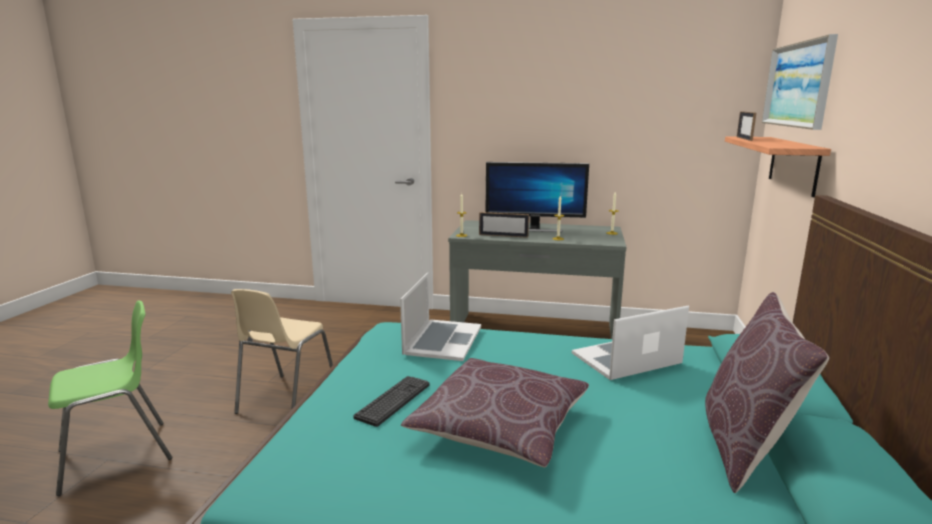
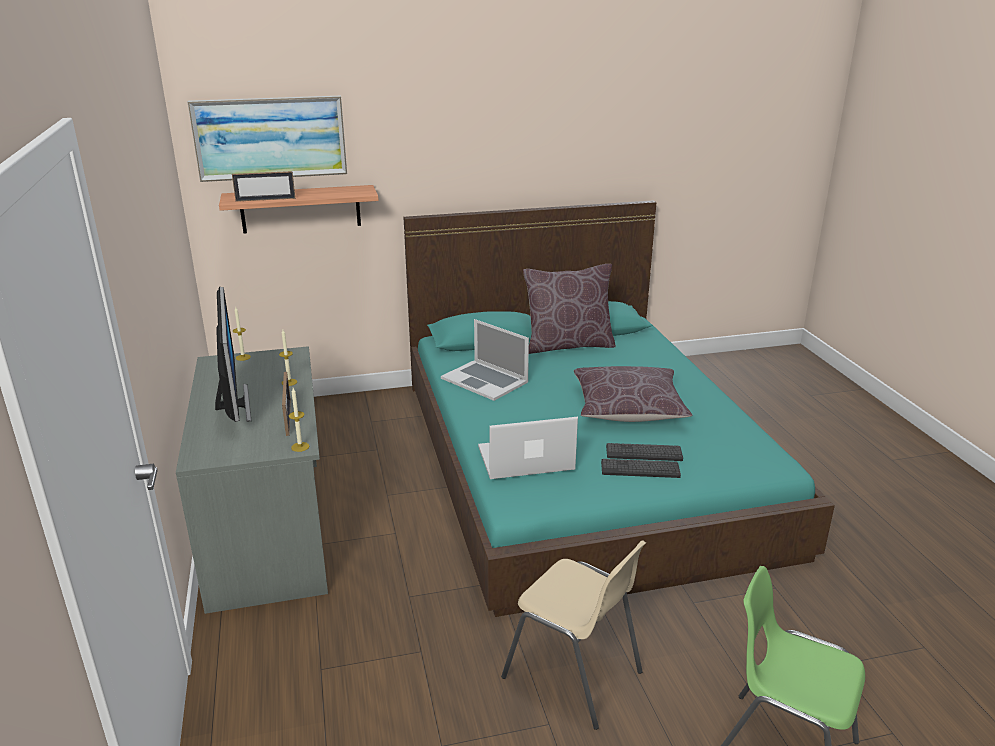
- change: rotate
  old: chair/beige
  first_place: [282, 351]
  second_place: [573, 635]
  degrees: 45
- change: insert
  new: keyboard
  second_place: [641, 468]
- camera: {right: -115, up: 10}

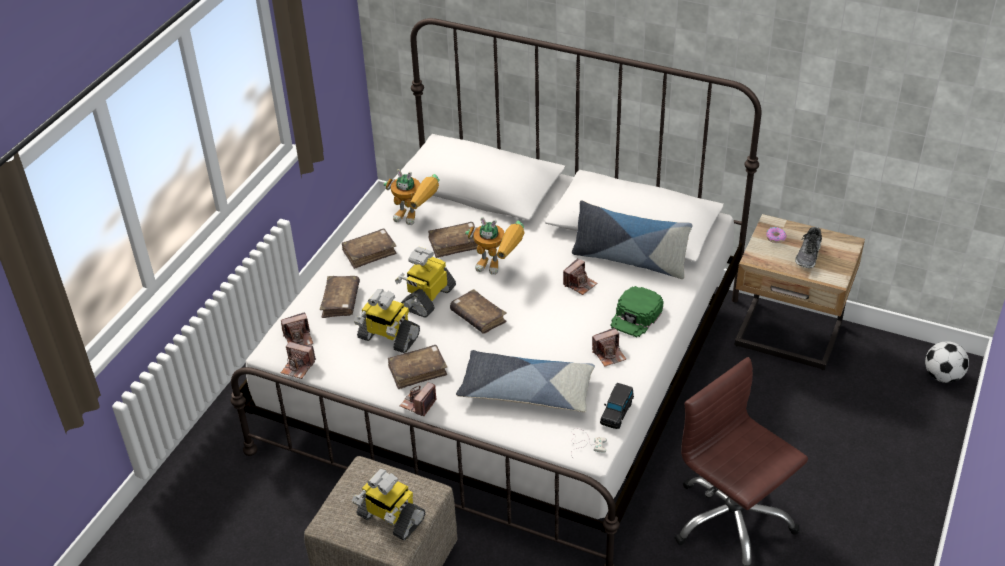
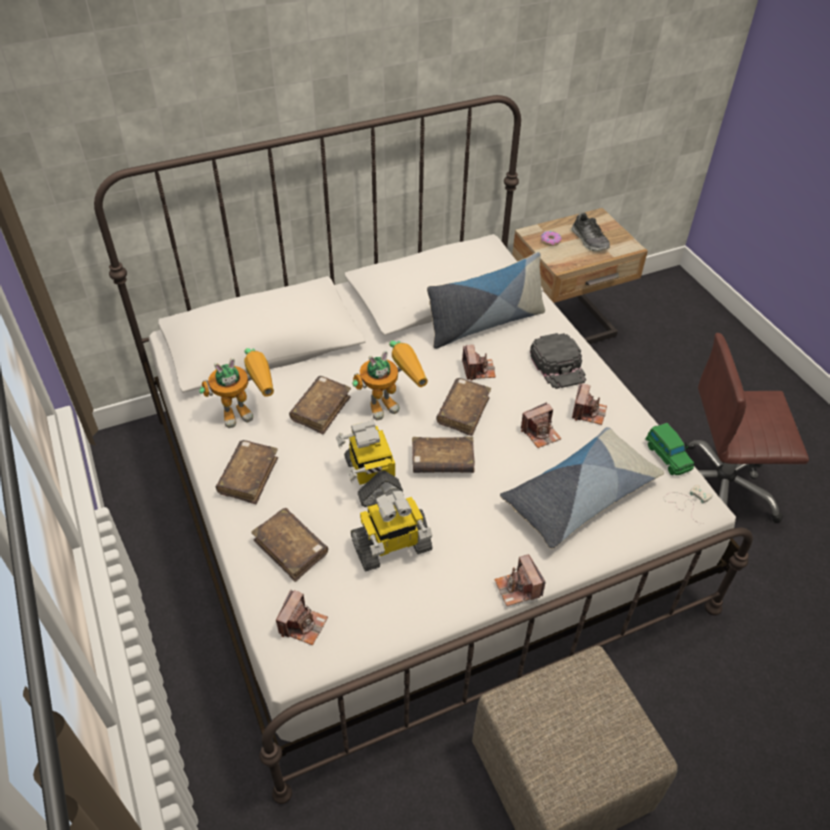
- change: recolor
  old: cap/green
  new: cap/black
  first_place: [637, 311]
  second_place: [558, 361]
- change: delete
  old: football
  first_place: [947, 362]
- change: move
  old: photo camera
  first_place: [298, 360]
  second_place: [541, 425]
- change: move
  old: book/brown
  first_place: [417, 367]
  second_place: [463, 407]
- change: recolor
  old: toy car/black
  new: toy car/green
  first_place: [617, 406]
  second_place: [670, 449]
- change: delete
  old: toy robot
  first_place: [389, 504]
- camera: {right: -50, up: 5}

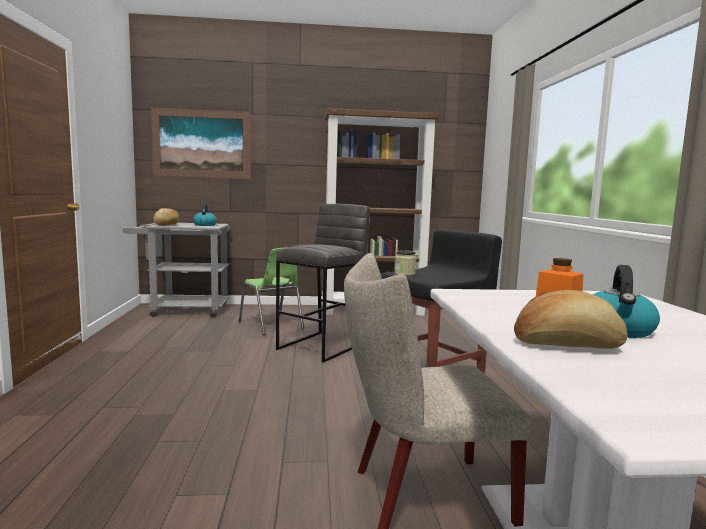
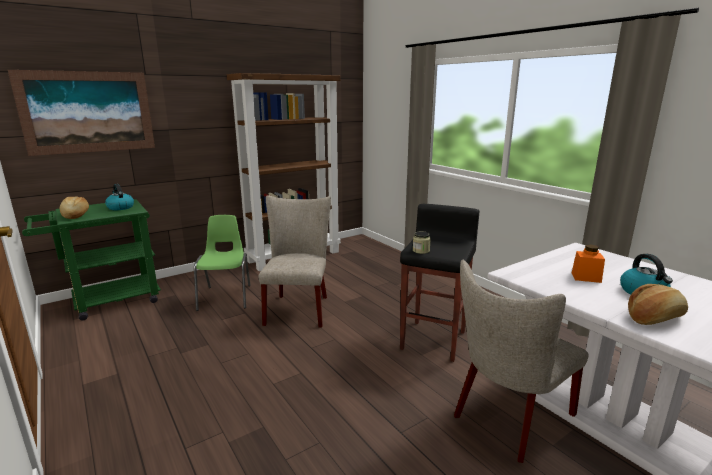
- change: replace
  old: stool/grey
  new: chair/beige
  first_place: [323, 283]
  second_place: [295, 261]
- change: recolor
  old: cart/grey
  new: cart/green
  first_place: [176, 270]
  second_place: [91, 260]
- change: rotate
  old: chair/green
  first_place: [271, 291]
  second_place: [222, 263]
  degrees: -120
- camera: {right: -30, up: 10}

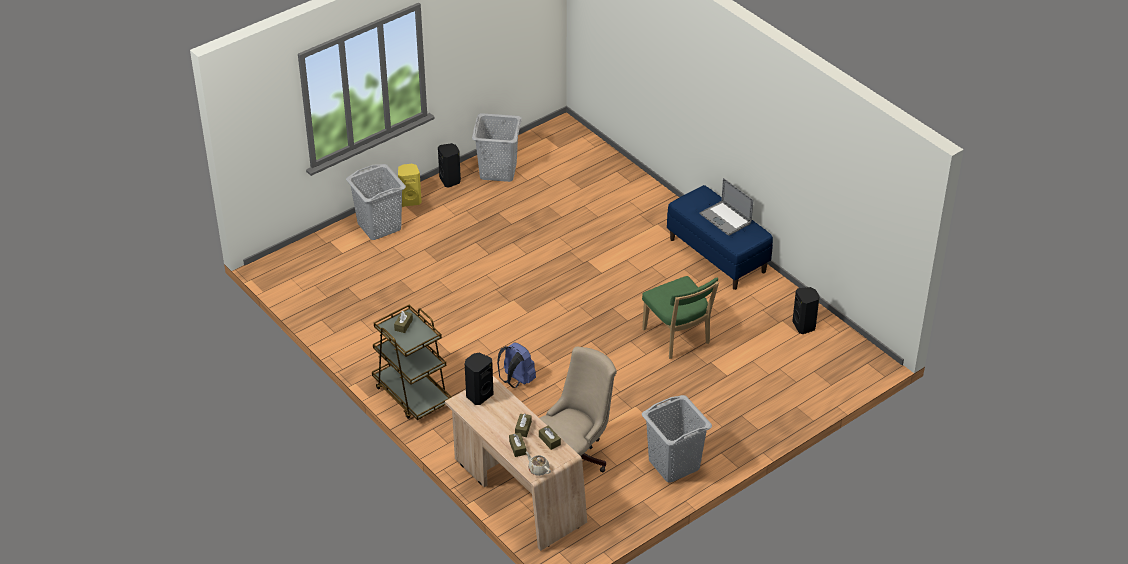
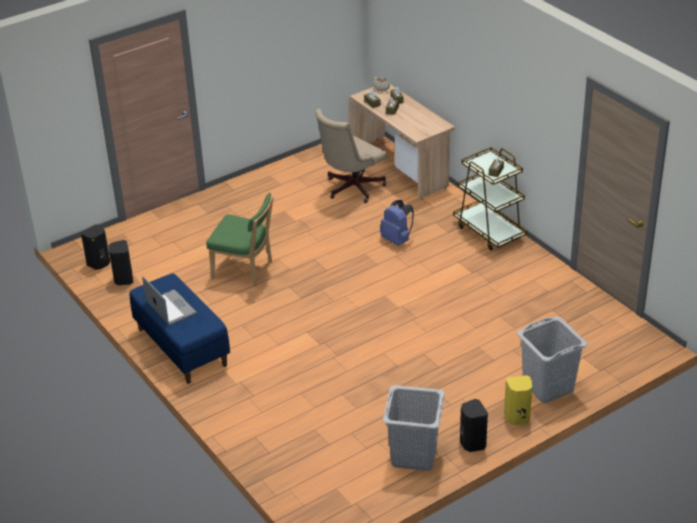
- change: rotate
  old: chair/green
  first_place: [680, 317]
  second_place: [240, 240]
  degrees: 135
- change: move
  old: speaker/black
  first_place: [479, 379]
  second_place: [95, 247]
- change: delete
  old: laundry basket/grey
  first_place: [677, 439]
- camera: {right: -175, up: -5}

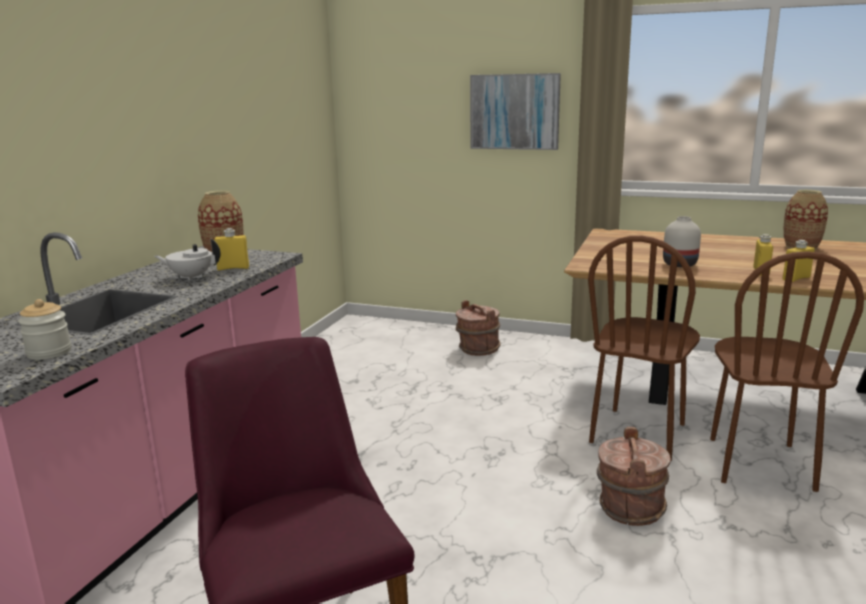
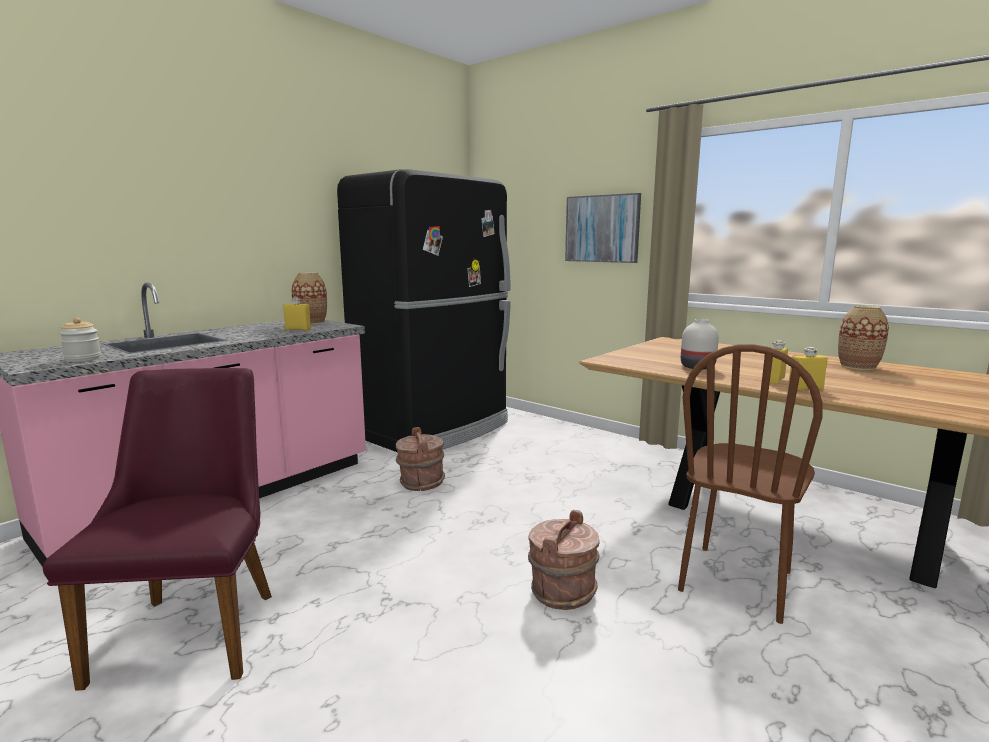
- change: delete
  old: chair/brown
  first_place: [644, 348]
- change: delete
  old: teapot/white
  first_place: [187, 260]
- change: move
  old: bucket/brown
  first_place: [478, 328]
  second_place: [420, 459]
- change: insert
  new: fridge/black
  second_place: [424, 310]
- camera: {right: 20, up: -5}

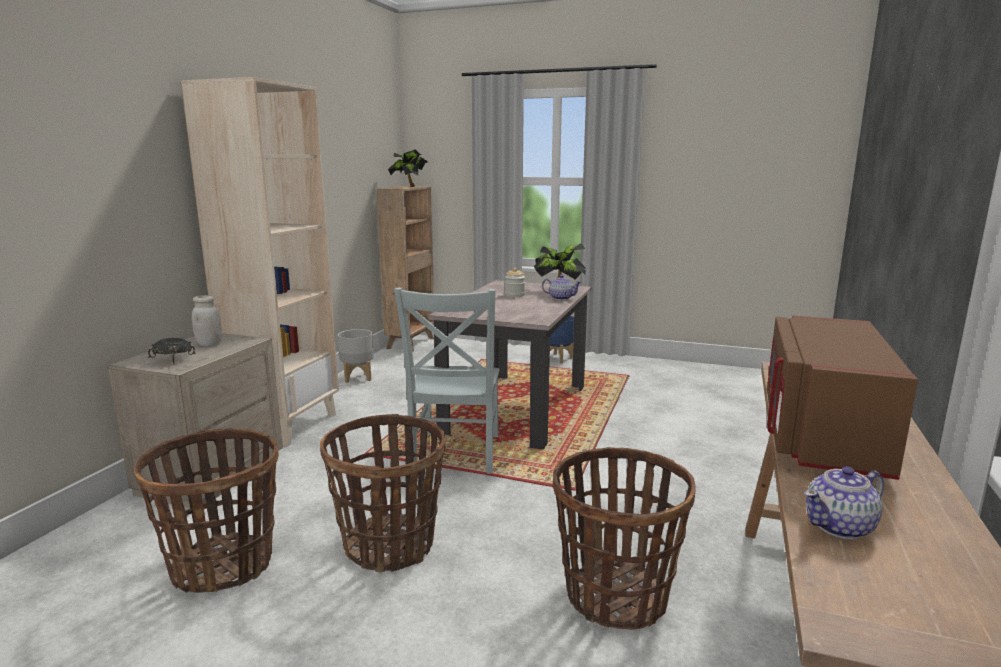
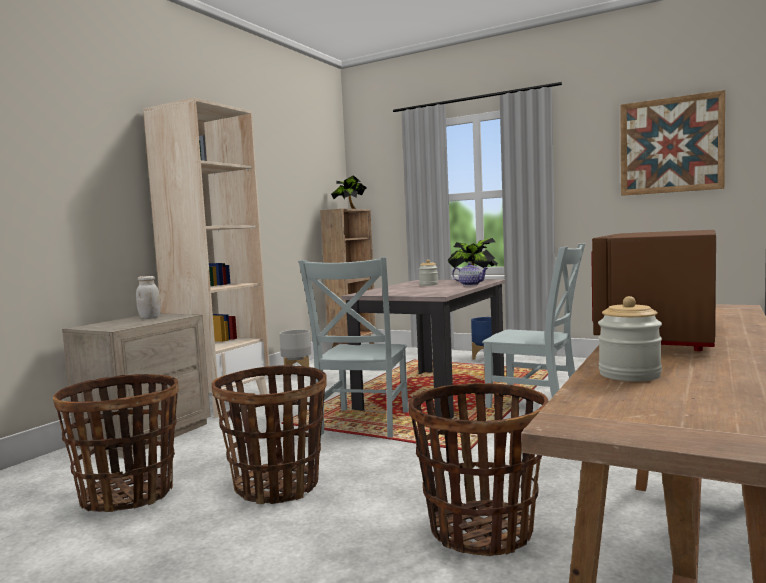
- change: delete
  old: bowl/black
  first_place: [171, 351]
- change: replace
  old: teapot
  new: jar
  first_place: [844, 503]
  second_place: [630, 338]
- change: insert
  new: picture
  second_place: [672, 143]
- change: insert
  new: chair/grey
  second_place: [533, 326]
- camera: {right: 10, up: -10}

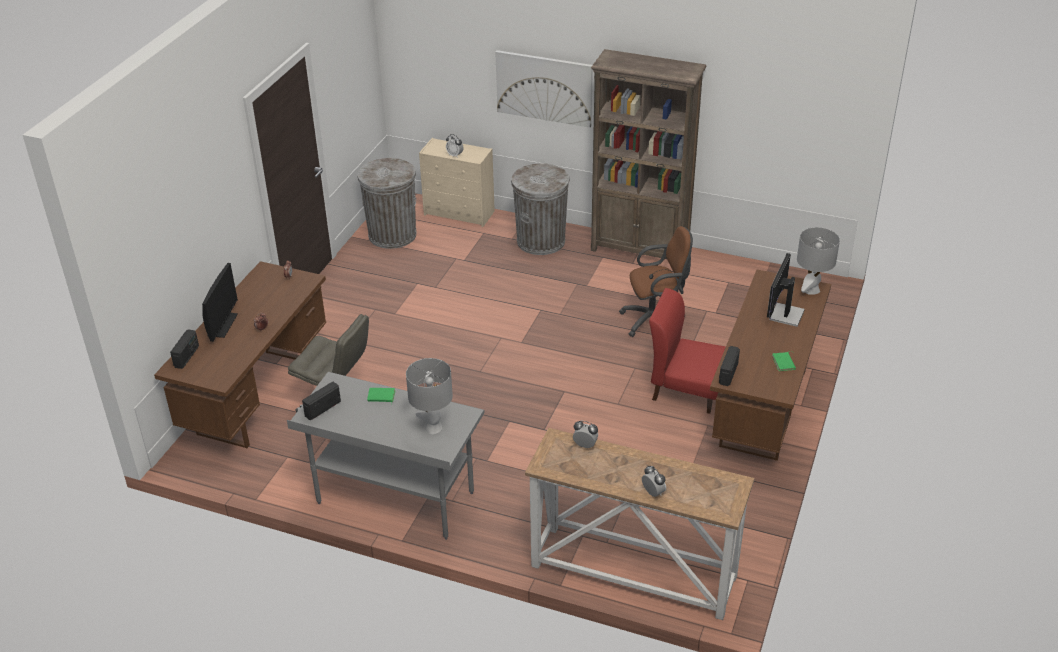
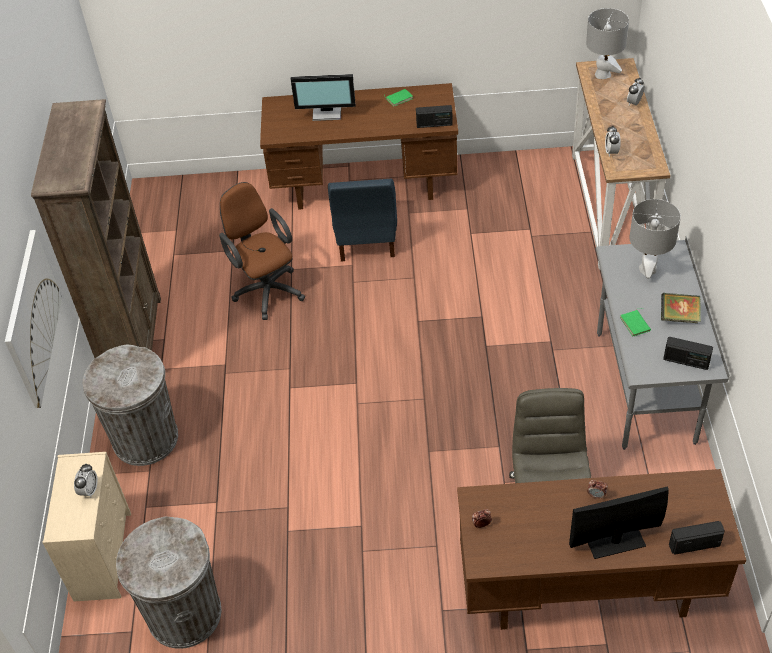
- change: move
  old: table lamp/grey
  first_place: [818, 261]
  second_place: [607, 43]
- change: recolor
  old: chair/red
  new: chair/blue
  first_place: [687, 351]
  second_place: [362, 220]
- change: insert
  new: book
  second_place: [681, 308]
- camera: {right: -110, up: 10}

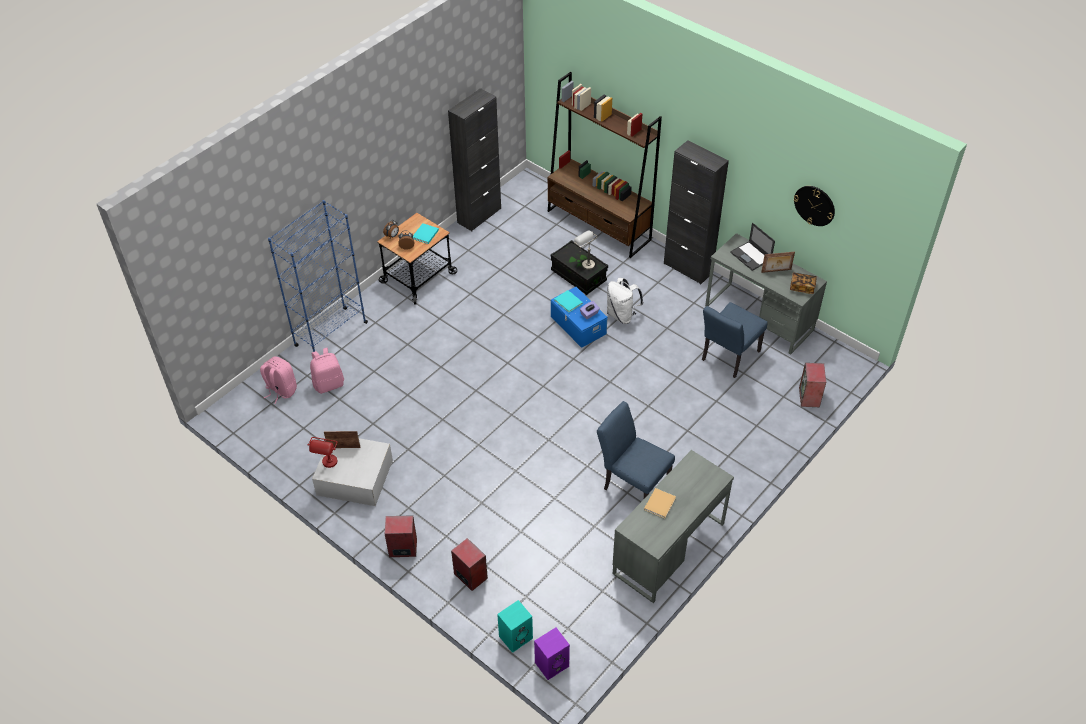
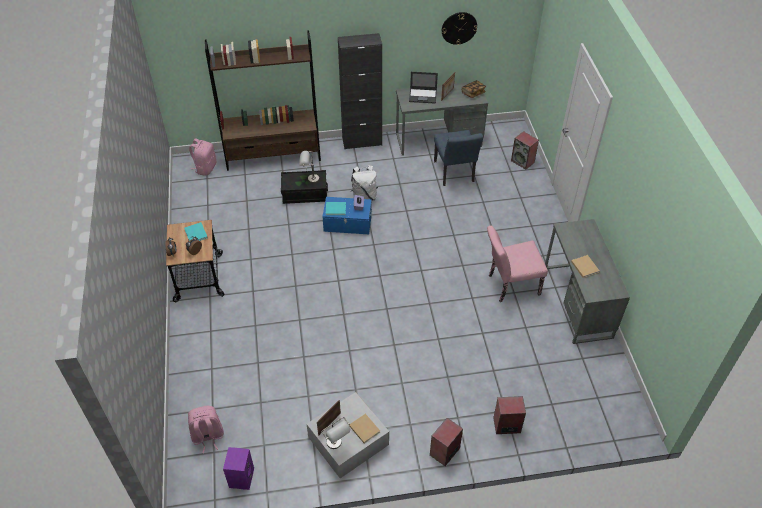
- change: delete
  old: cabinet/black
  first_place: [474, 159]
- change: delete
  old: bookcase/blue
  first_place: [318, 276]
- change: move
  old: backpack/pink
  first_place: [327, 371]
  second_place: [203, 157]
- change: recolor
  old: chair/blue
  new: chair/pink
  first_place: [636, 450]
  second_place: [517, 264]
- change: recolor
  old: table lamp/red
  new: table lamp/grey
  first_place: [323, 452]
  second_place: [335, 433]
- change: delete
  old: speaker/turquoise
  first_place: [515, 626]
- change: move
  old: speaker/purple
  first_place: [552, 653]
  second_place: [238, 468]
- change: insert
  new: book/beige
  second_place: [364, 429]
- camera: {right: -50, up: 0}

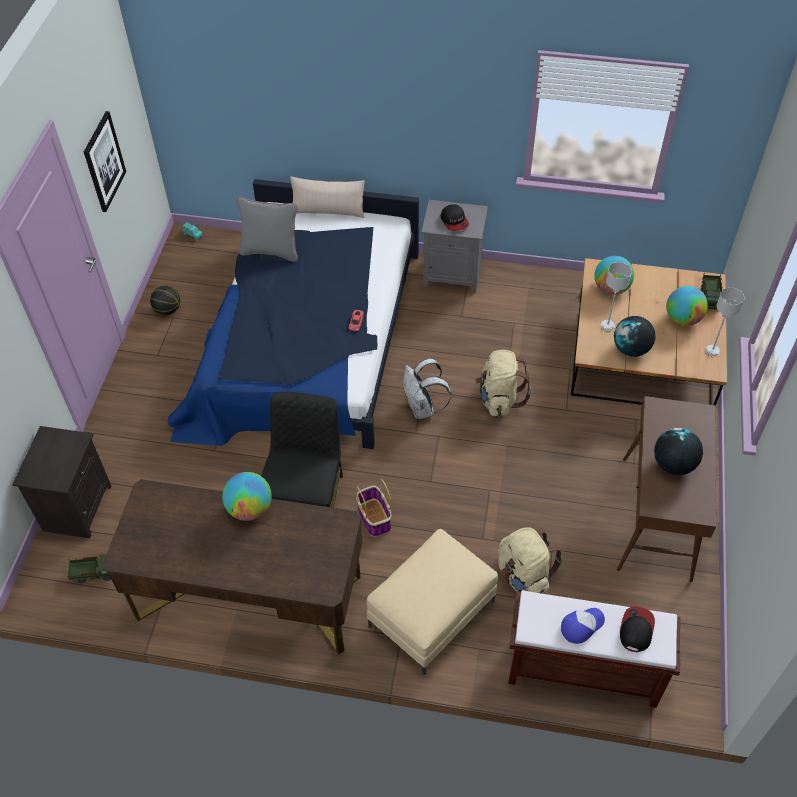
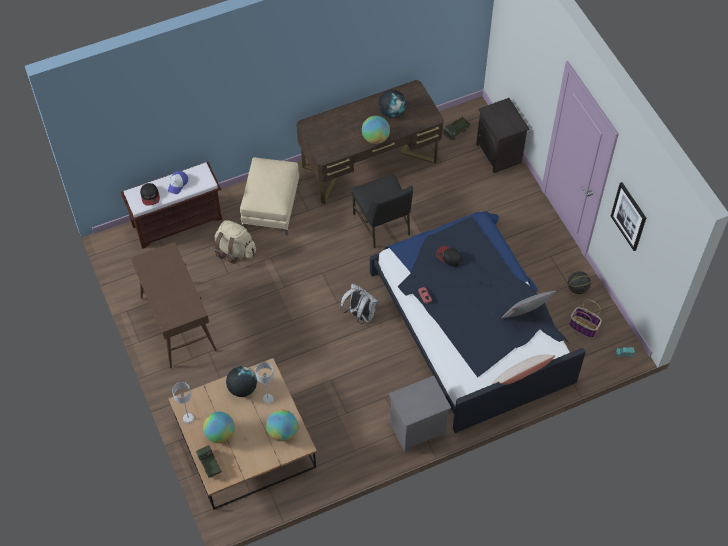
- change: move
  old: cap
  first_place: [454, 217]
  second_place: [449, 256]
- change: delete
  old: backpack/beige
  first_place: [503, 383]
- change: move
  old: globe
  first_place: [678, 451]
  second_place: [392, 104]
- change: move
  old: basket
  first_place: [374, 508]
  second_place: [585, 318]
- camera: {right: 145, up: 5}

